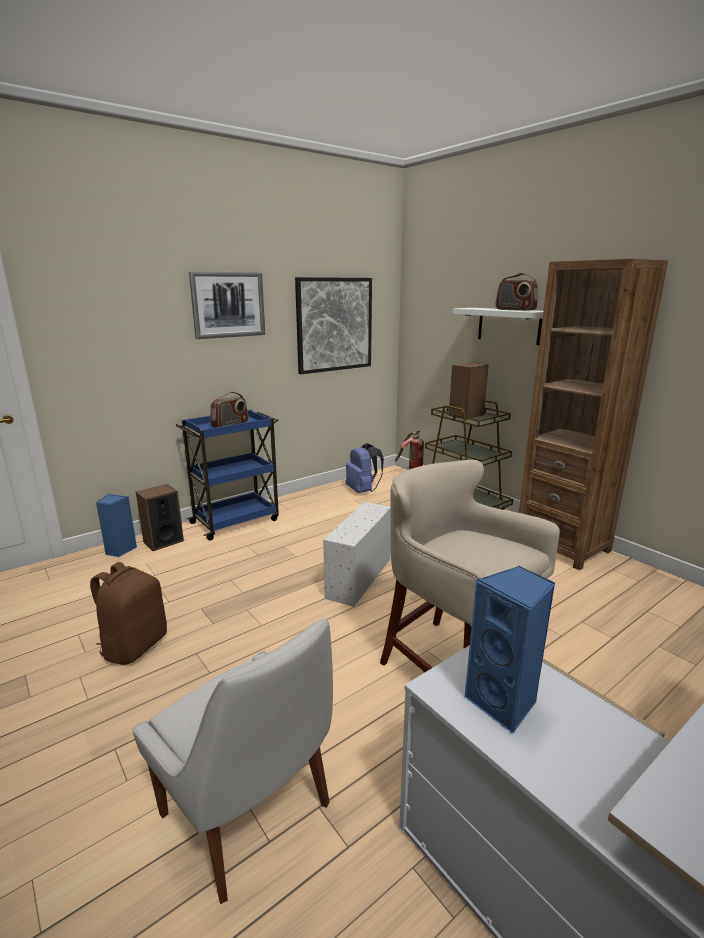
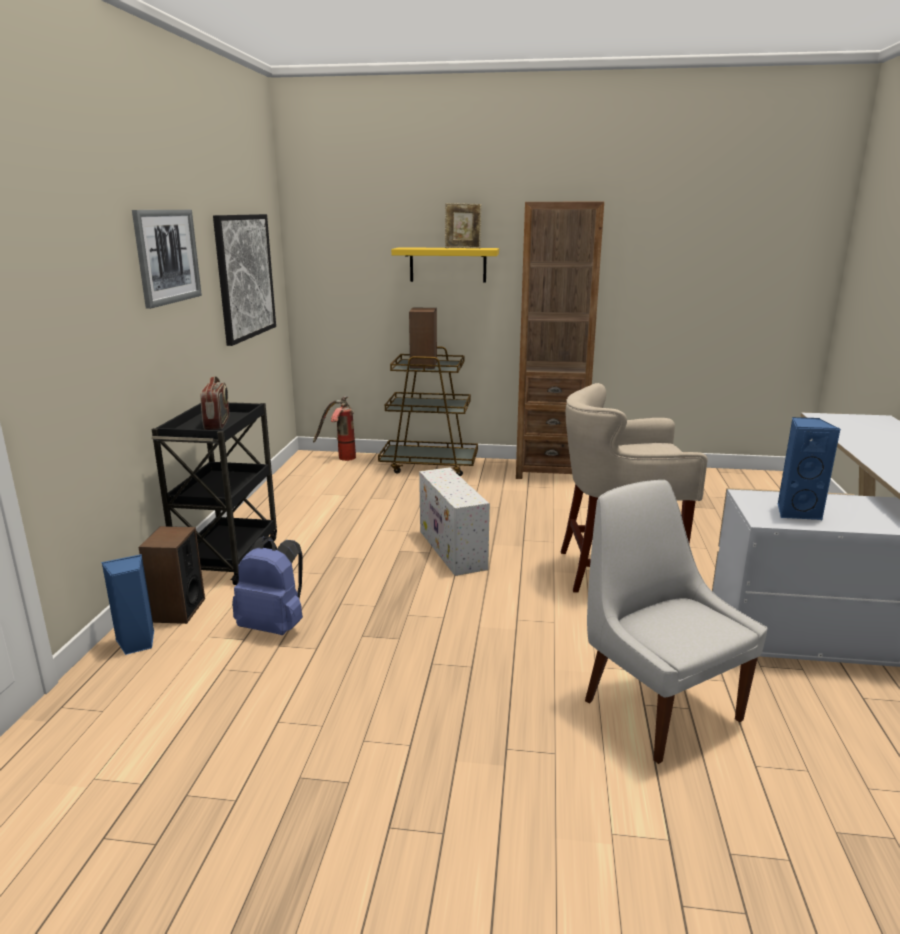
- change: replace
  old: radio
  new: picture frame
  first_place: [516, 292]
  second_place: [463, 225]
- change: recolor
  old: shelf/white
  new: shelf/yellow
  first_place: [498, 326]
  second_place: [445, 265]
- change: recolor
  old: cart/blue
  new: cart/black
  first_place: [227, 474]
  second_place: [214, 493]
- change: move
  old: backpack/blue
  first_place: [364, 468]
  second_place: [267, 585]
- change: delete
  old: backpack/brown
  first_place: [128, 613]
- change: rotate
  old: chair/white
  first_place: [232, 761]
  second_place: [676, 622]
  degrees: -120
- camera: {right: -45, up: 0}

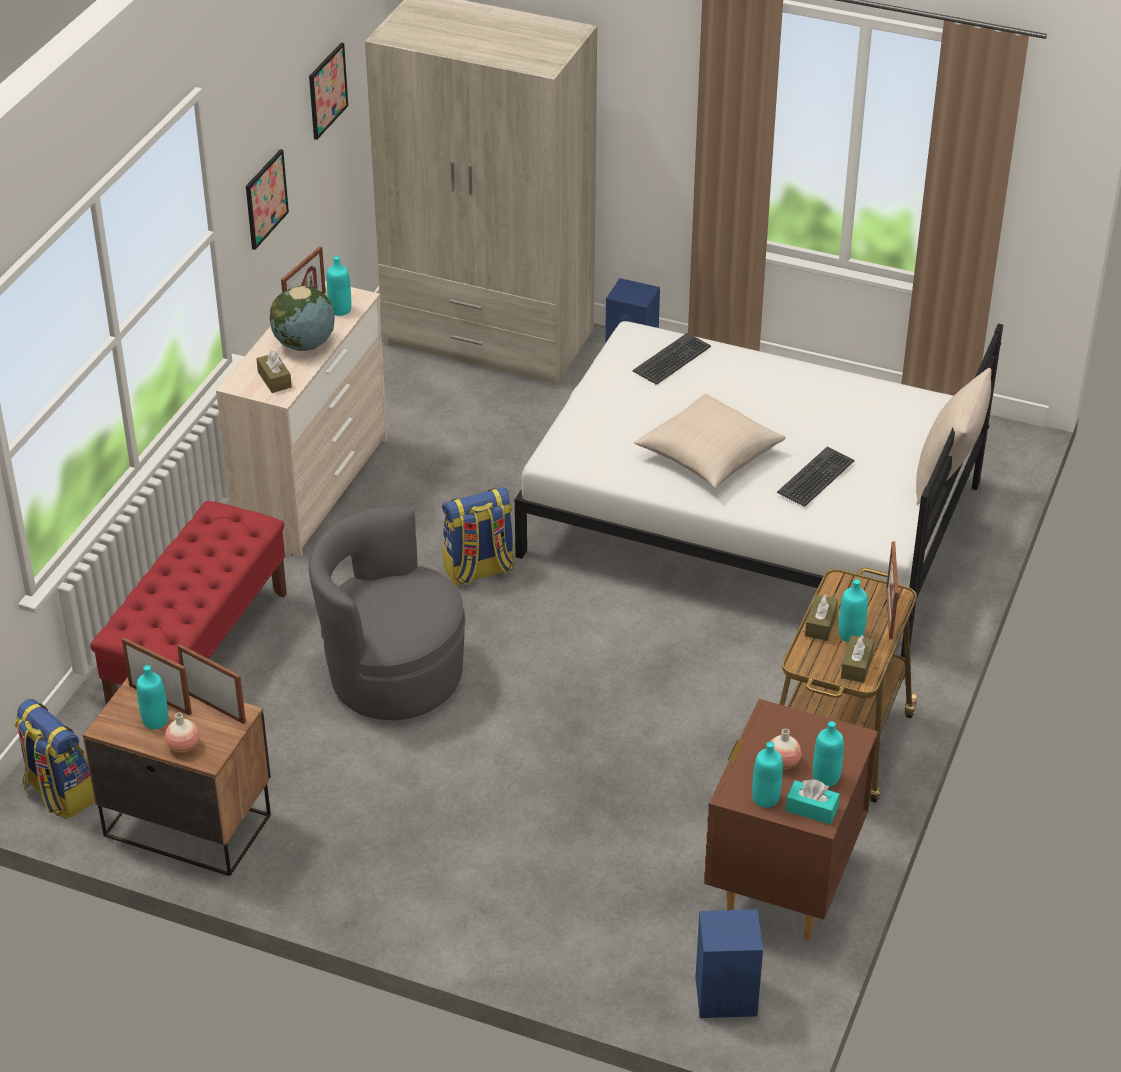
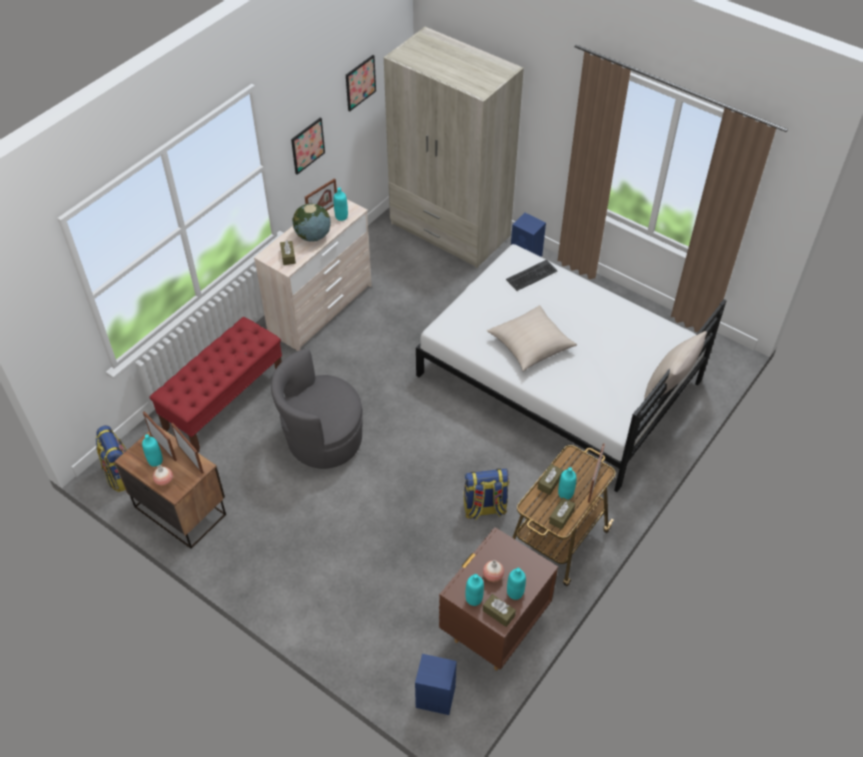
- change: delete
  old: keyboard
  first_place: [815, 477]
- change: move
  old: backpack
  first_place: [478, 536]
  second_place: [486, 494]
- change: rotate
  old: armchair/grey
  first_place: [386, 613]
  second_place: [317, 409]
  degrees: -45
- change: recolor
  old: tissue box/turquoise
  new: tissue box/brown
  first_place: [812, 801]
  second_place: [499, 610]
- camera: {right: 15, up: 10}

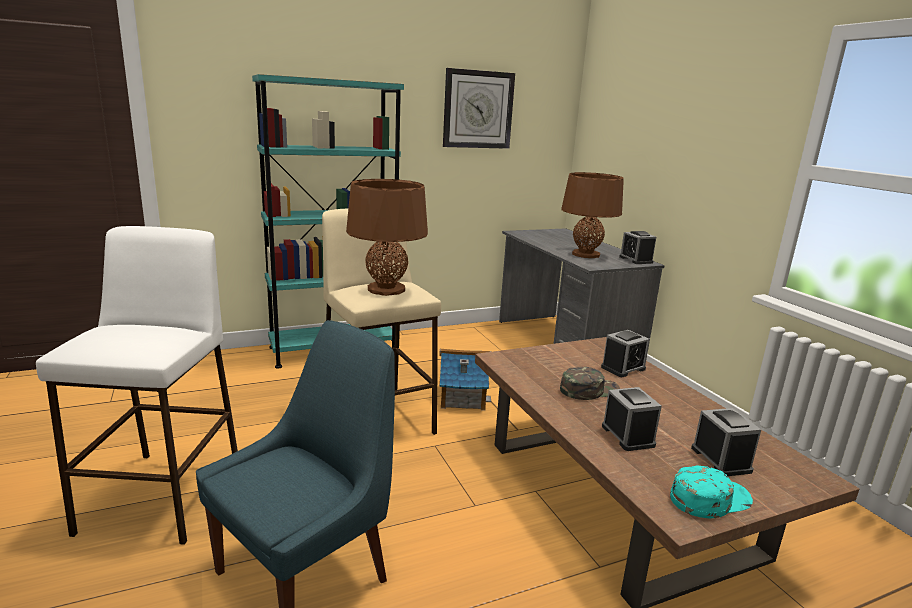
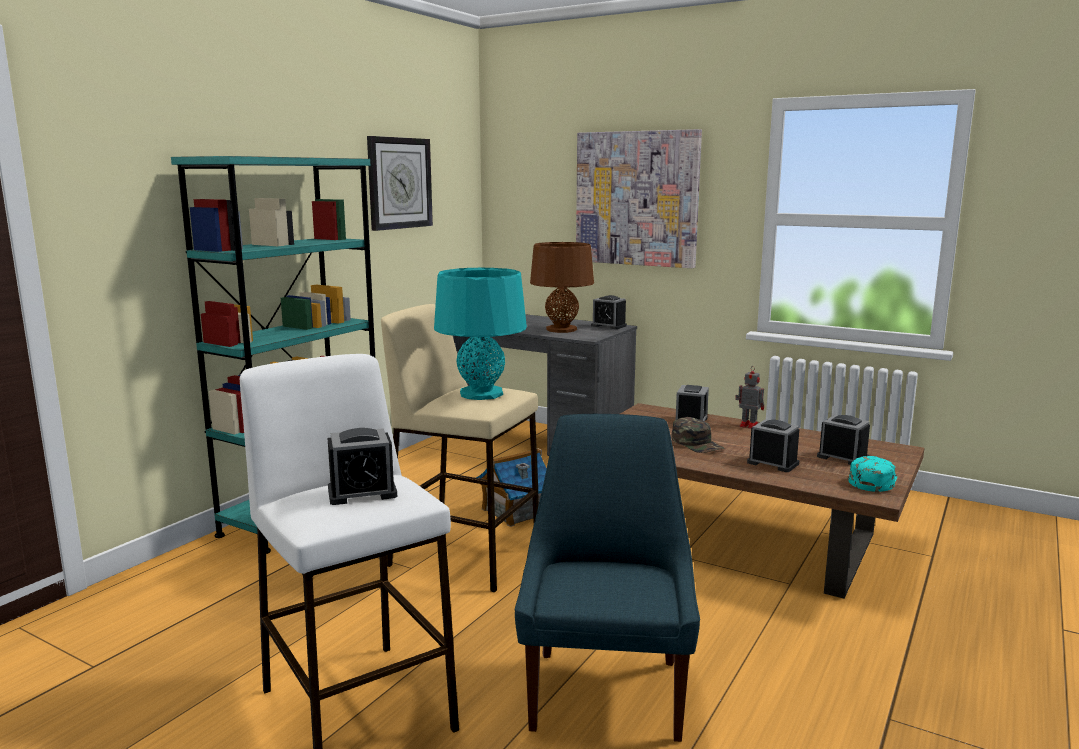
- change: recolor
  old: table lamp/brown
  new: table lamp/turquoise
  first_place: [387, 237]
  second_place: [480, 334]
- change: rotate
  old: cap/green
  first_place: [590, 383]
  second_place: [697, 435]
  degrees: 120
- change: insert
  new: picture
  second_place: [639, 198]
- change: insert
  new: toy robot
  second_place: [749, 397]
- change: insert
  new: alarm clock
  second_place: [362, 466]
- camera: {right: -35, up: -5}

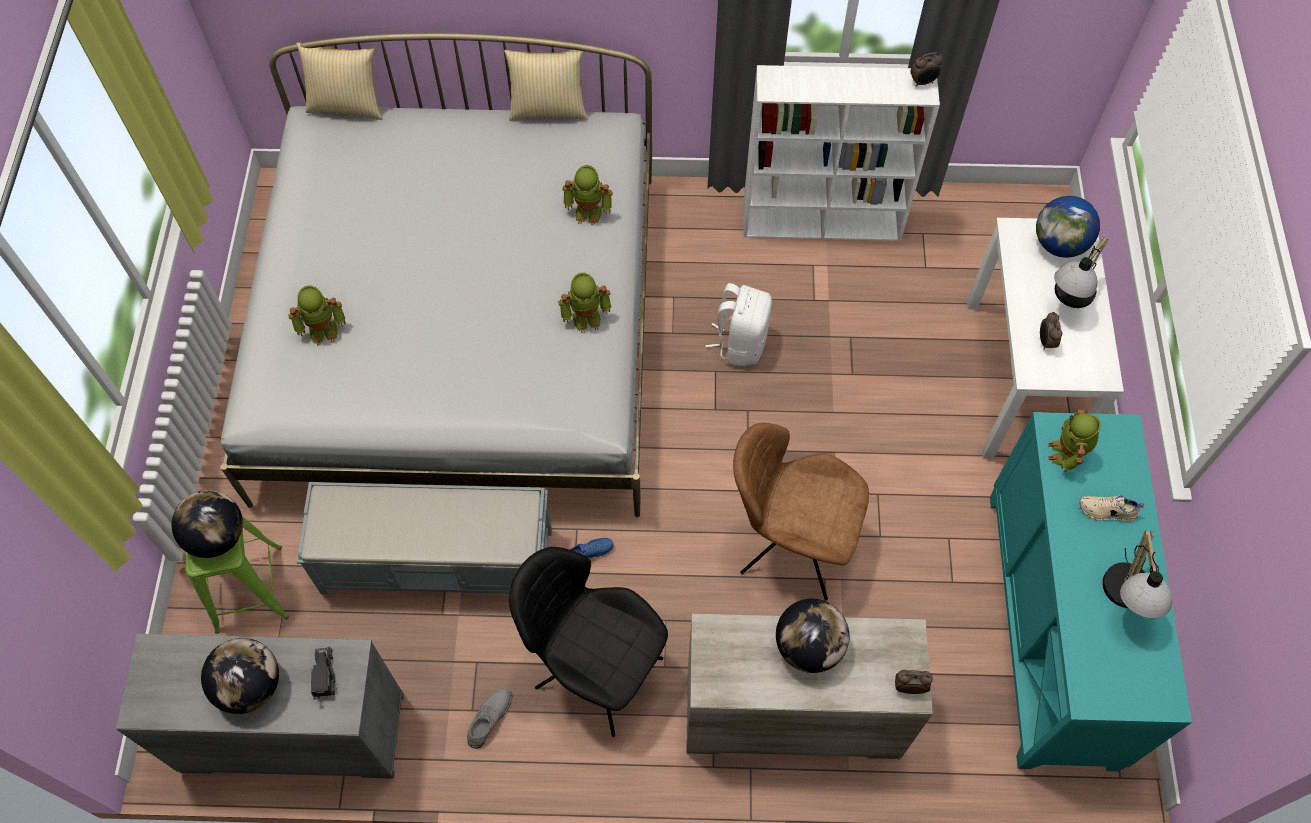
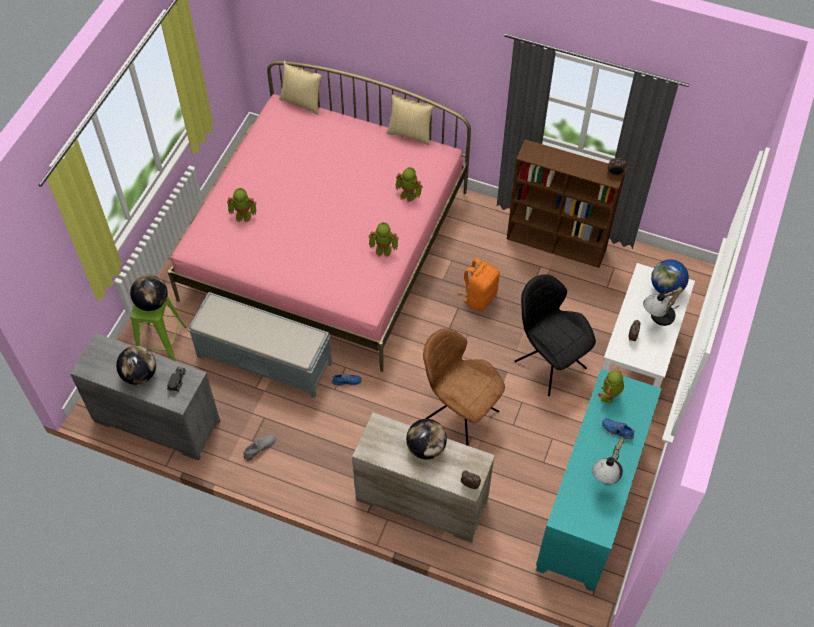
- change: recolor
  old: bed/white
  new: bed/pink
  first_place: [436, 275]
  second_place: [319, 216]
- change: recolor
  old: bookcase/white
  new: bookcase/brown
  first_place: [841, 153]
  second_place: [566, 203]
- change: recolor
  old: backpack/white
  new: backpack/orange
  first_place: [739, 324]
  second_place: [479, 284]
- change: recolor
  old: shoe/beige
  new: shoe/blue
  first_place: [1111, 508]
  second_place: [618, 429]
- change: move
  old: chair/black
  first_place: [588, 642]
  second_place: [555, 335]
- camera: {right: 20, up: -5}

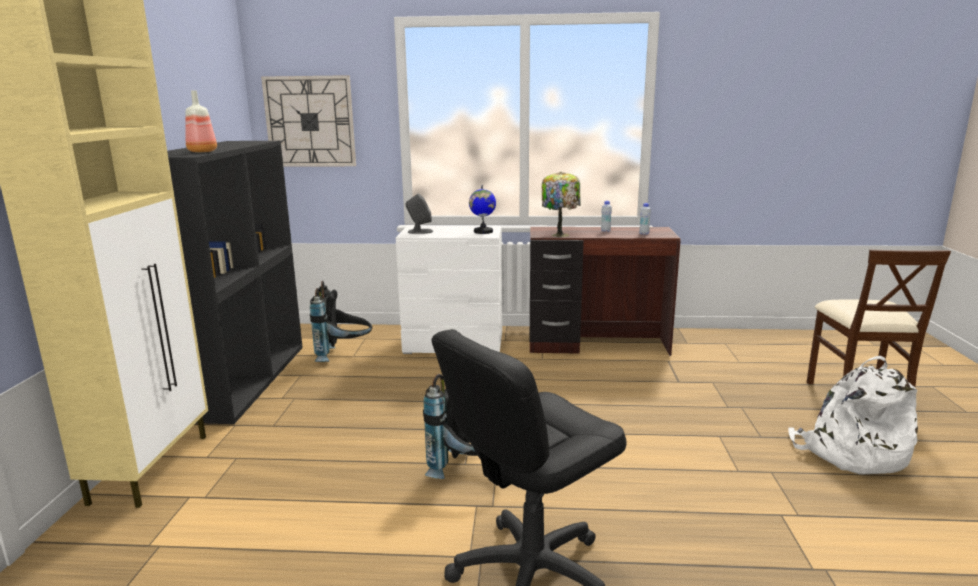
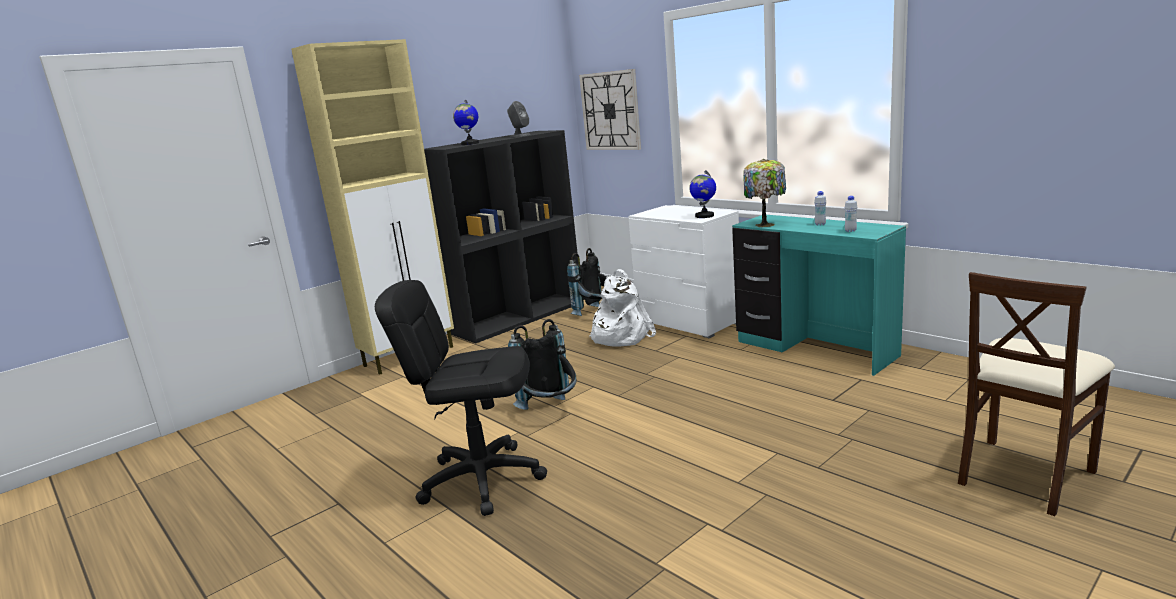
- change: replace
  old: bottle
  new: globe
  first_place: [201, 121]
  second_place: [466, 122]
- change: move
  old: speaker/grey
  first_place: [419, 214]
  second_place: [518, 119]
- change: recolor
  old: desk/brown
  new: desk/turquoise
  first_place: [605, 291]
  second_place: [819, 295]
- change: move
  old: backpack/white
  first_place: [853, 415]
  second_place: [622, 308]
- camera: {right: 45, up: 0}

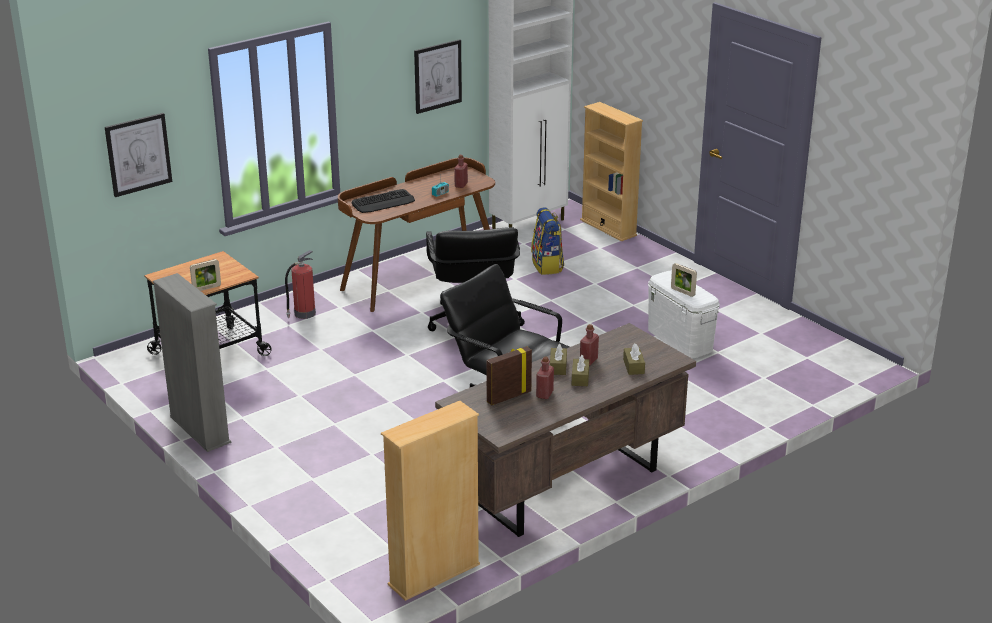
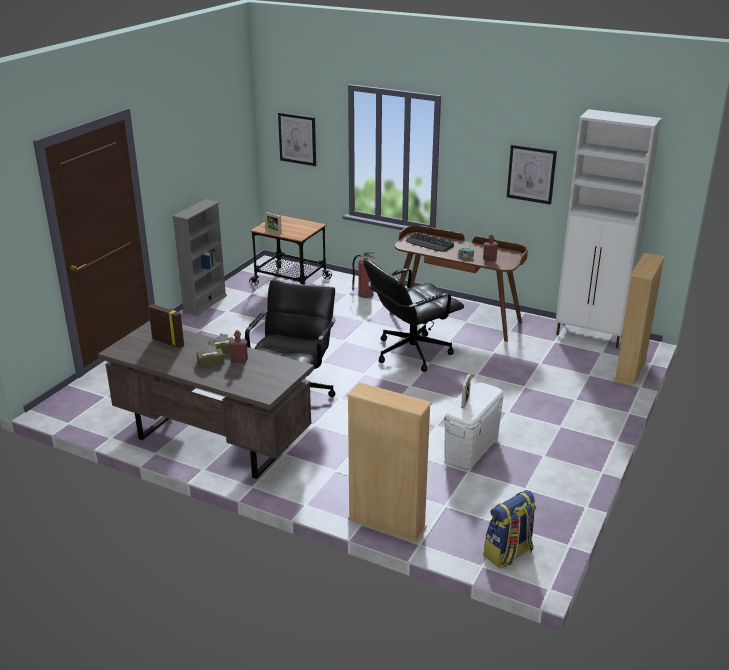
- change: move
  old: backpack
  first_place: [547, 241]
  second_place: [510, 529]
- change: delete
  old: tissue box/brown
  first_place: [634, 359]
- change: delete
  old: bottle/red
  first_place: [545, 377]
- change: move
  old: bookcase/beige
  first_place: [430, 501]
  second_place: [389, 462]
- camera: {right: 65, up: 0}

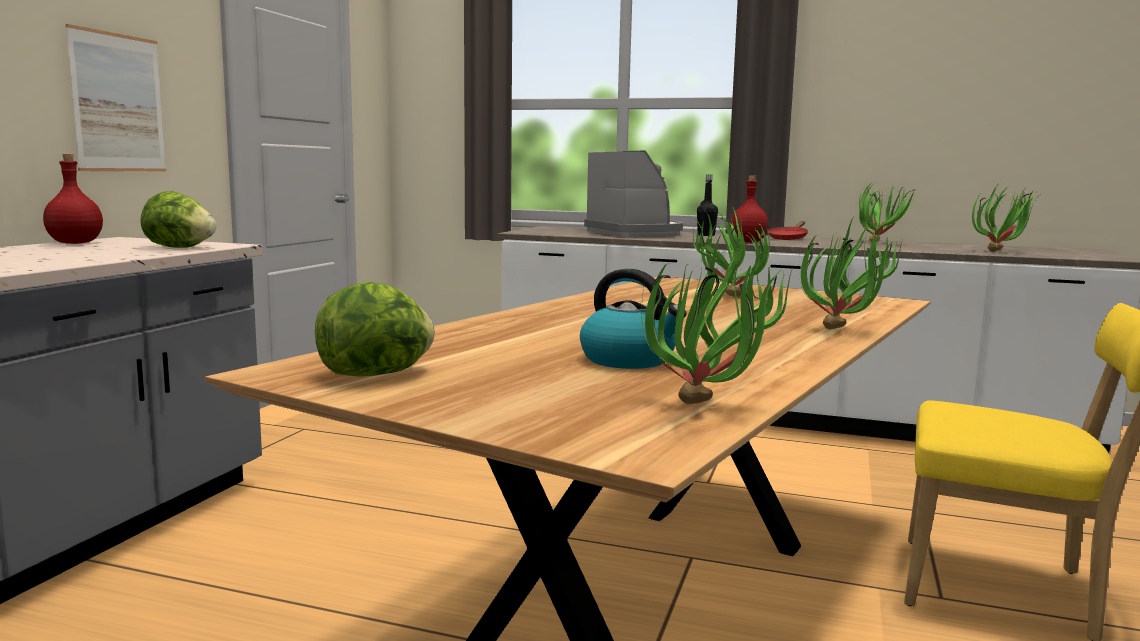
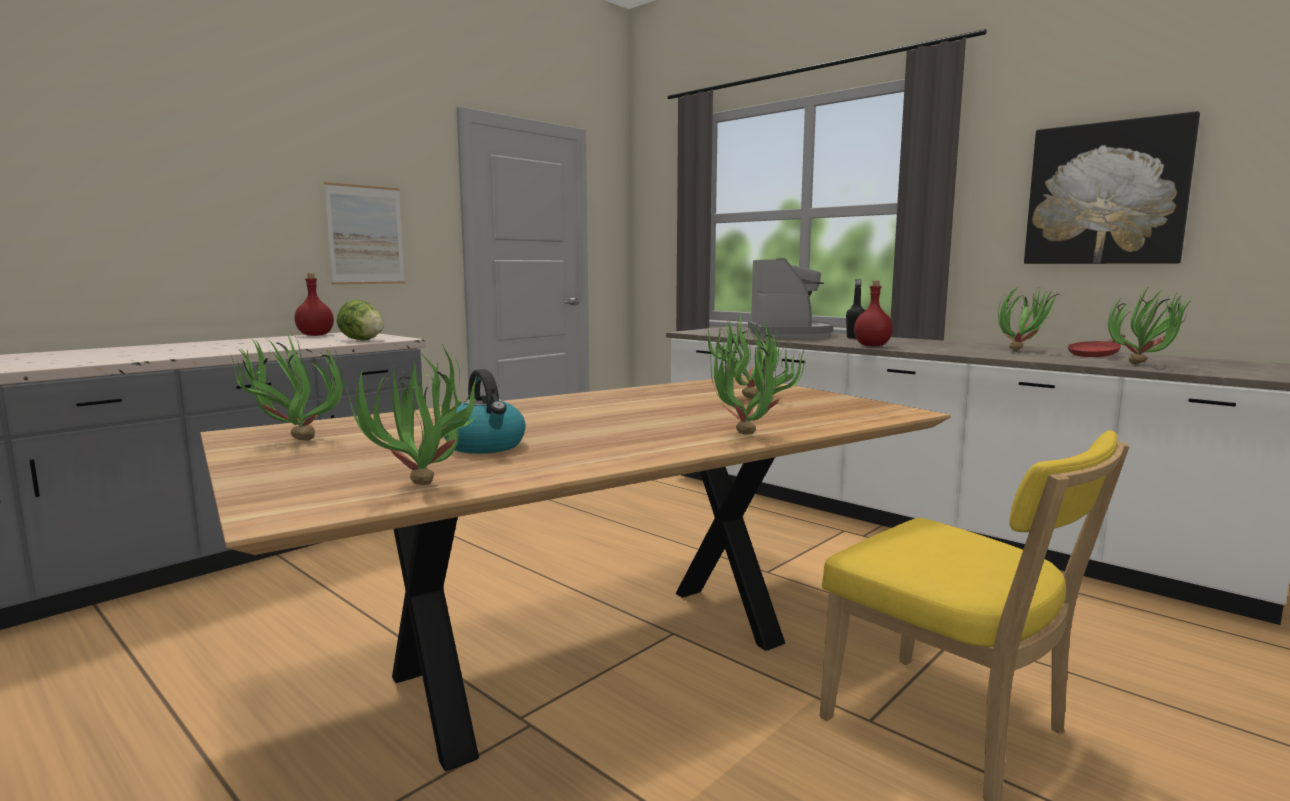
- change: move
  old: frying pan/red
  first_place: [788, 230]
  second_place: [1096, 345]
- change: replace
  old: lettuce
  new: potted plant
  first_place: [375, 329]
  second_place: [287, 385]
- change: insert
  new: picture
  second_place: [1112, 187]
- camera: {right: 25, up: 0}

